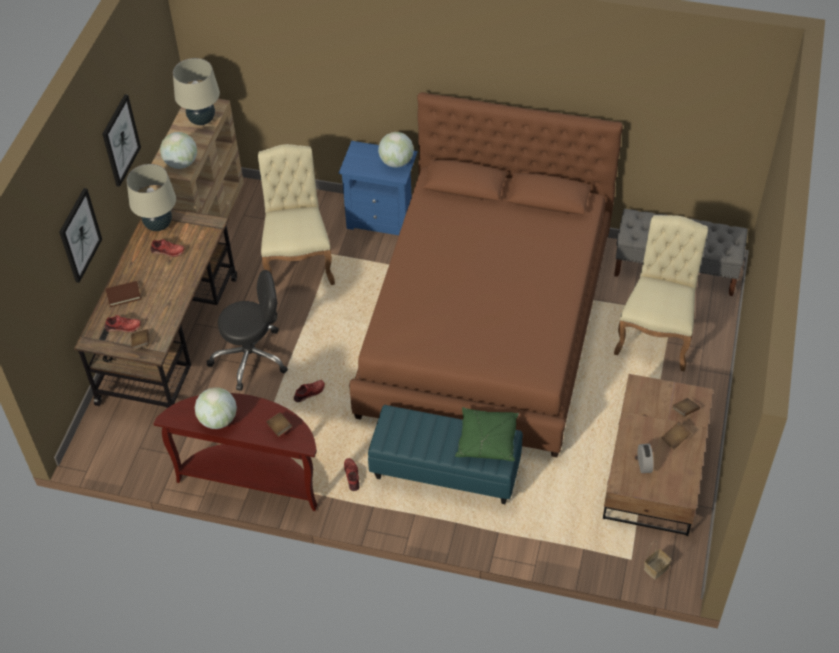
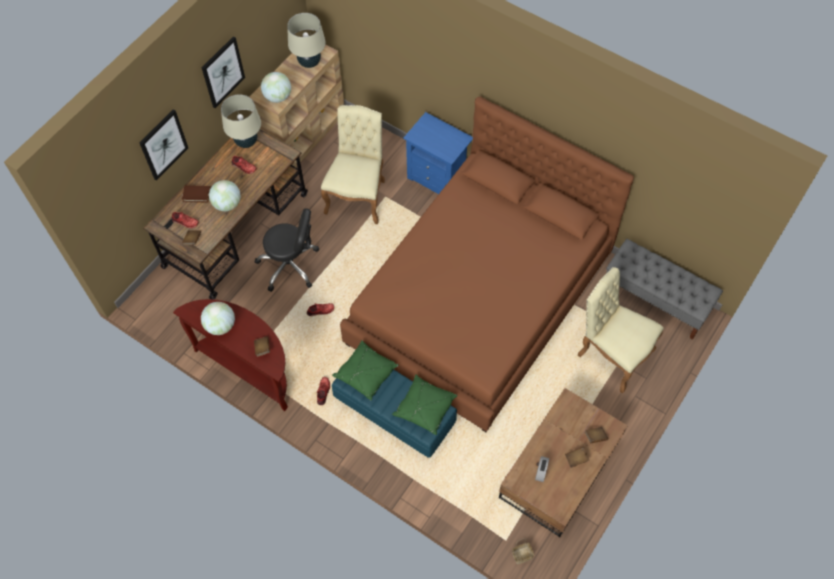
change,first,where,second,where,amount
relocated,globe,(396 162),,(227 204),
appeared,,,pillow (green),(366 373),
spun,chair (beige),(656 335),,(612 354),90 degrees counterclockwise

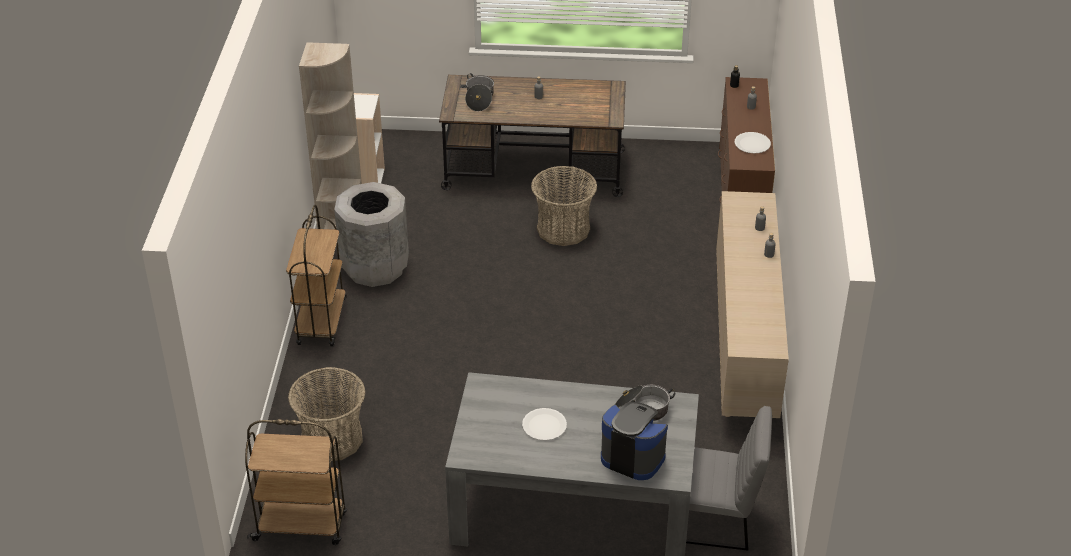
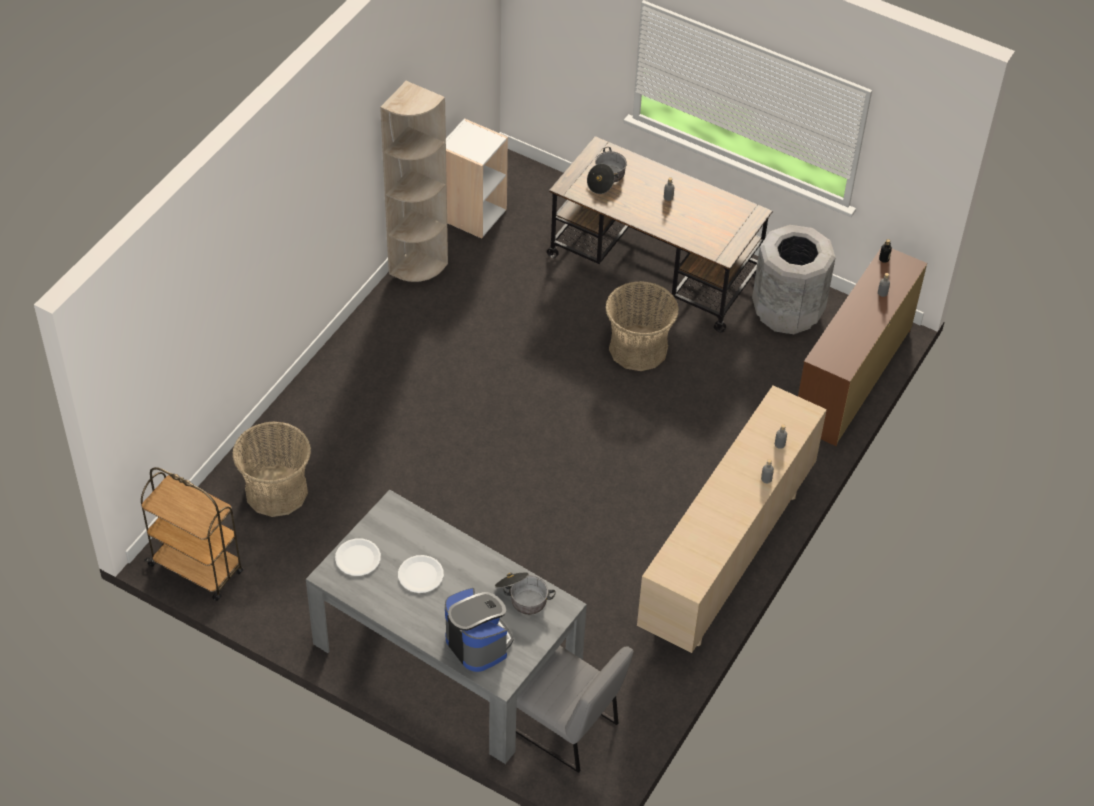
change,first,where,second,where,amount
relocated,plate (white),(752 144),,(358 558),
relocated,trash can (grey),(375 267),,(787 311),
missing,cart (brown),(321 322),,,

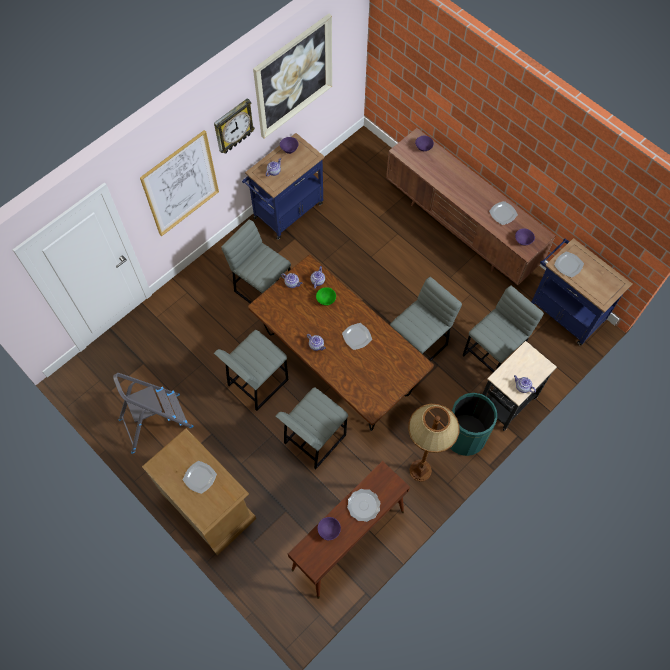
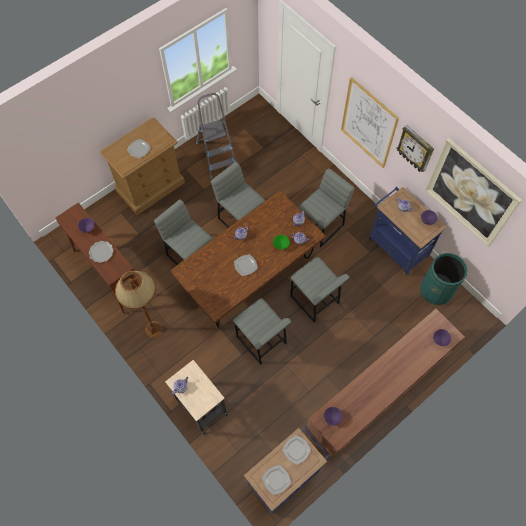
change,first,where,second,where,amount
relocated,plate,(503 214),,(276 480),
relocated,chair (grey),(493 353),,(315 300),
relocated,trash can (green),(464 436),,(436 290),

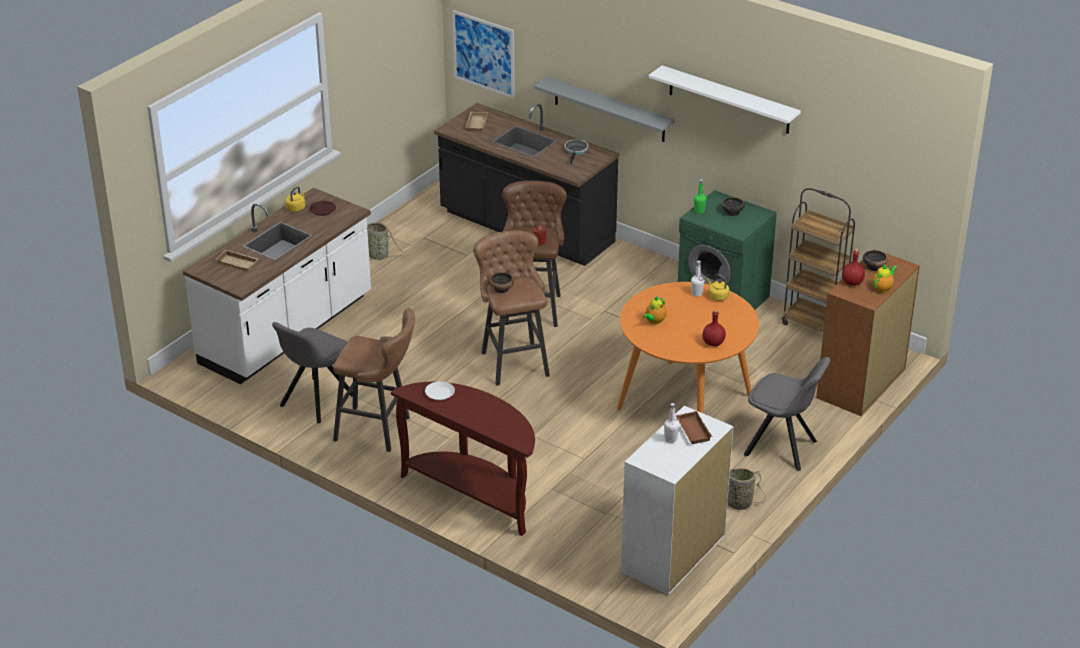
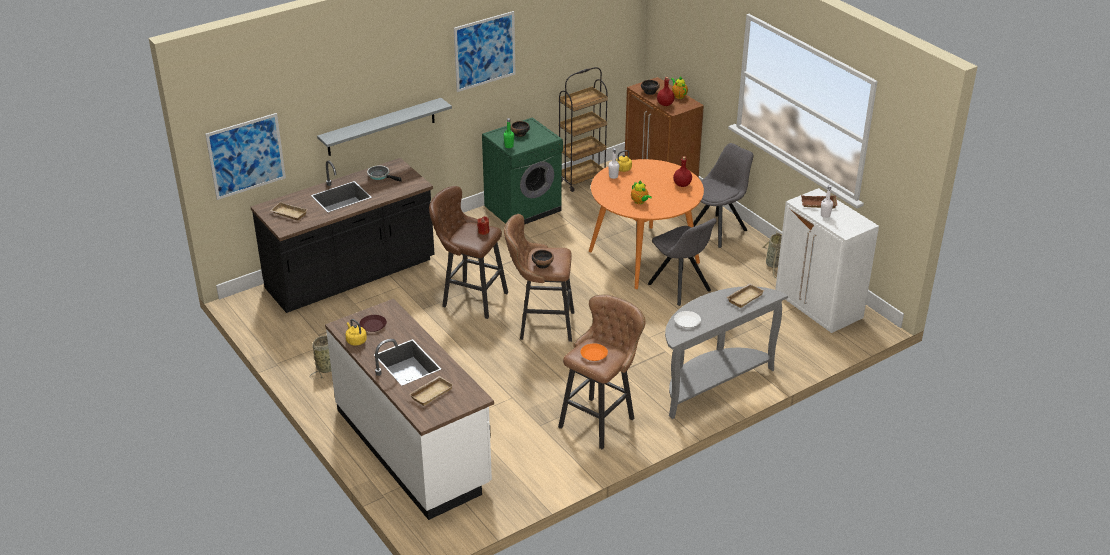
change,first,where,second,where,amount
exchanged,shelf (white),(729 100),picture,(484 51),
appeared,,,plate (orange),(593 354),
relocated,chair (grey),(316 400),,(680 287),
colour,console table (brown),(474 494),console table (grey),(712 383),
appeared,,,tray (beige),(744 297),

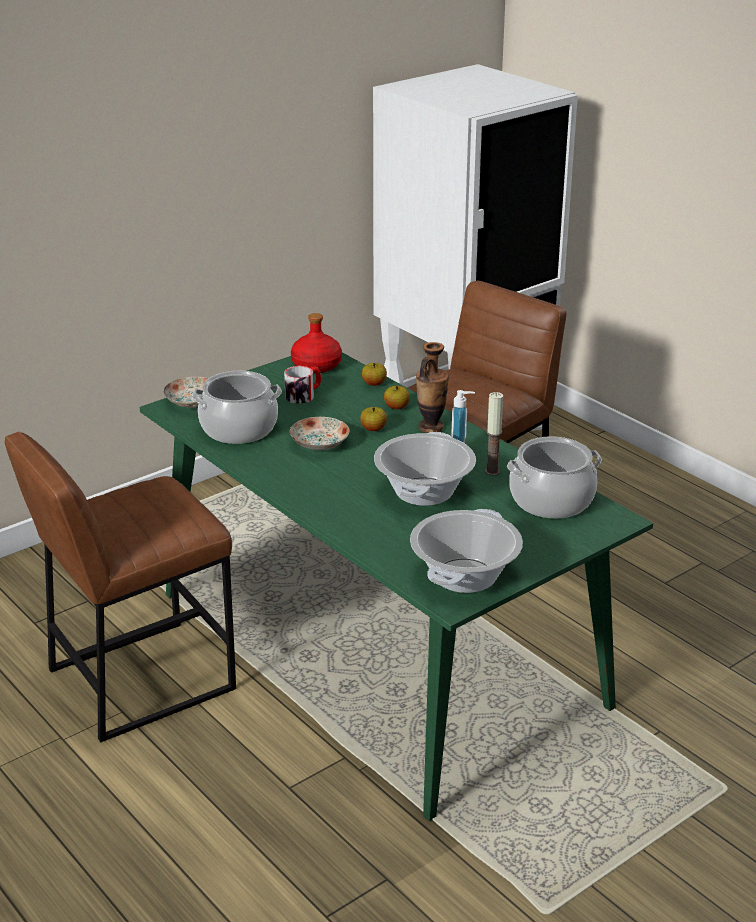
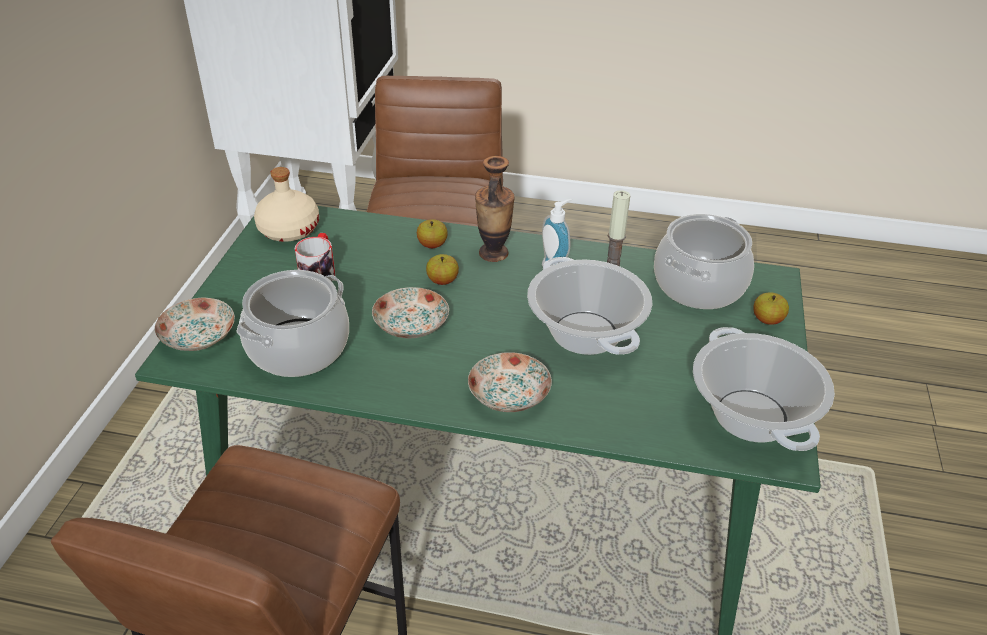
change,first,where,second,where,amount
colour,bottle (red),(316 365),bottle (beige),(288 229),
appeared,,,plate,(508 395),
relocated,apple,(374 384),,(767 320),

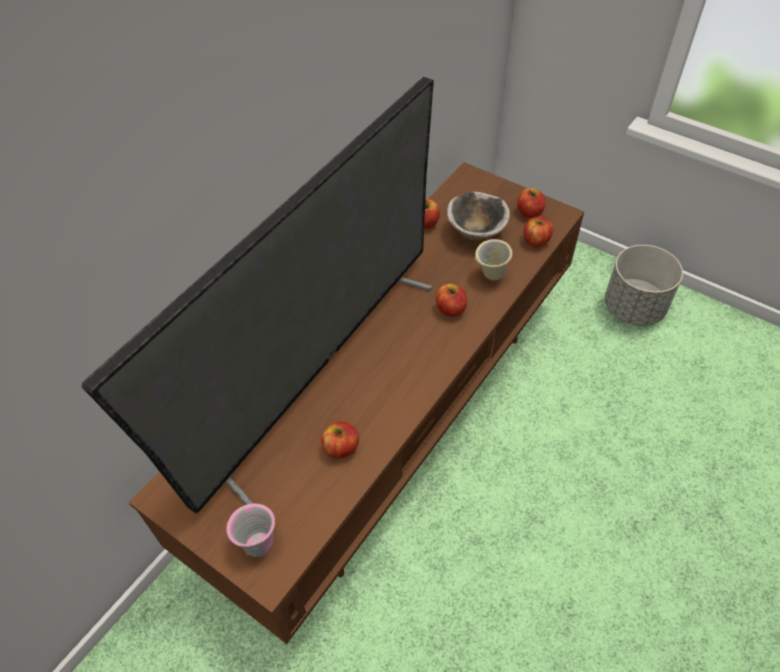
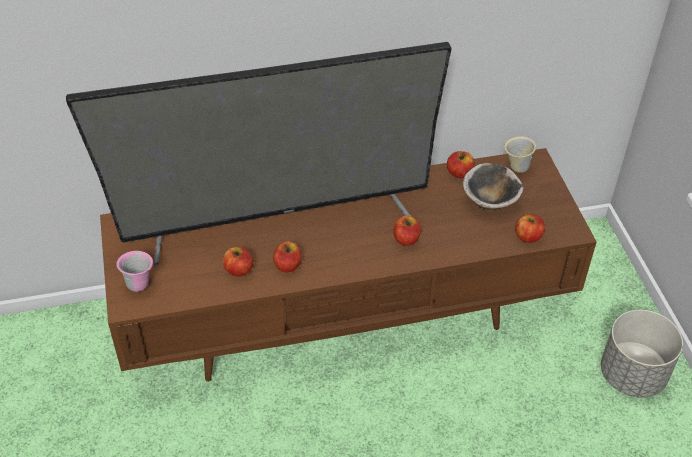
change,first,where,second,where,amount
relocated,apple,(529 212),,(288 265),
relocated,mug (beige),(490 276),,(516 168),

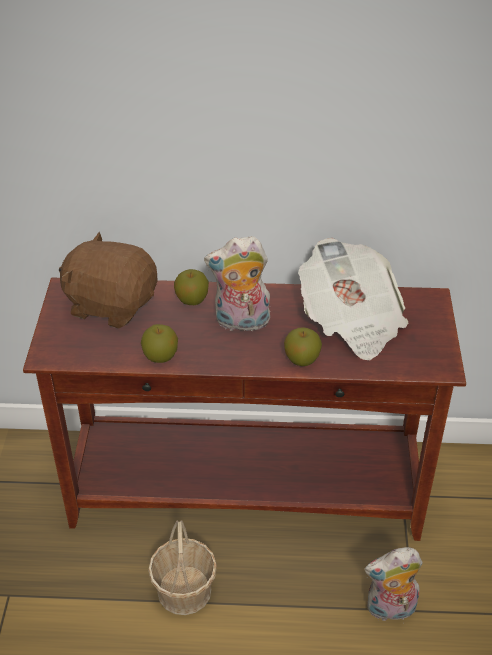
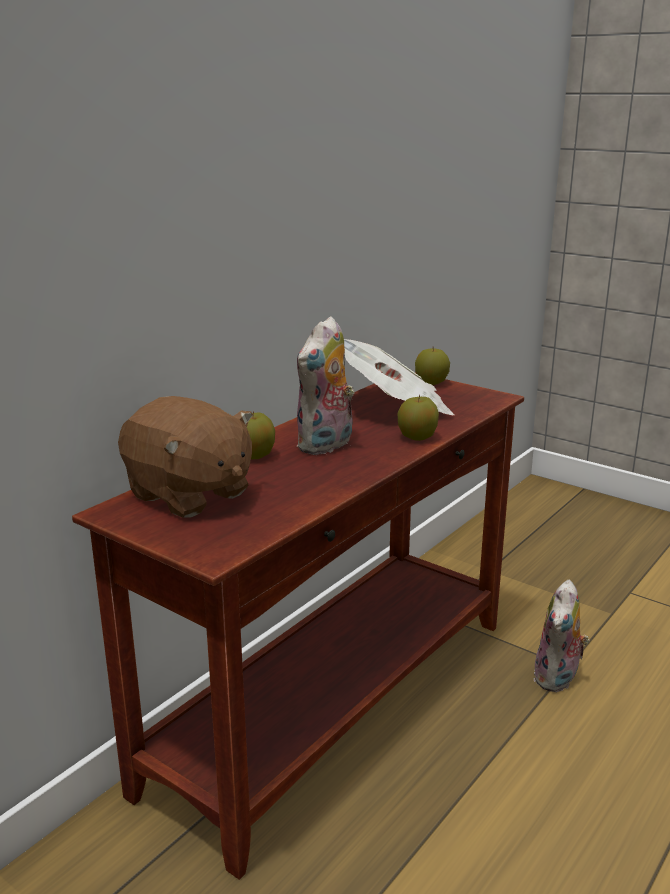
change,first,where,second,where,amount
spun,plush toy (brown),(111 304),,(189 494),105 degrees counterclockwise
relocated,apple,(160 356),,(431 383),
missing,basket,(184 590),,,

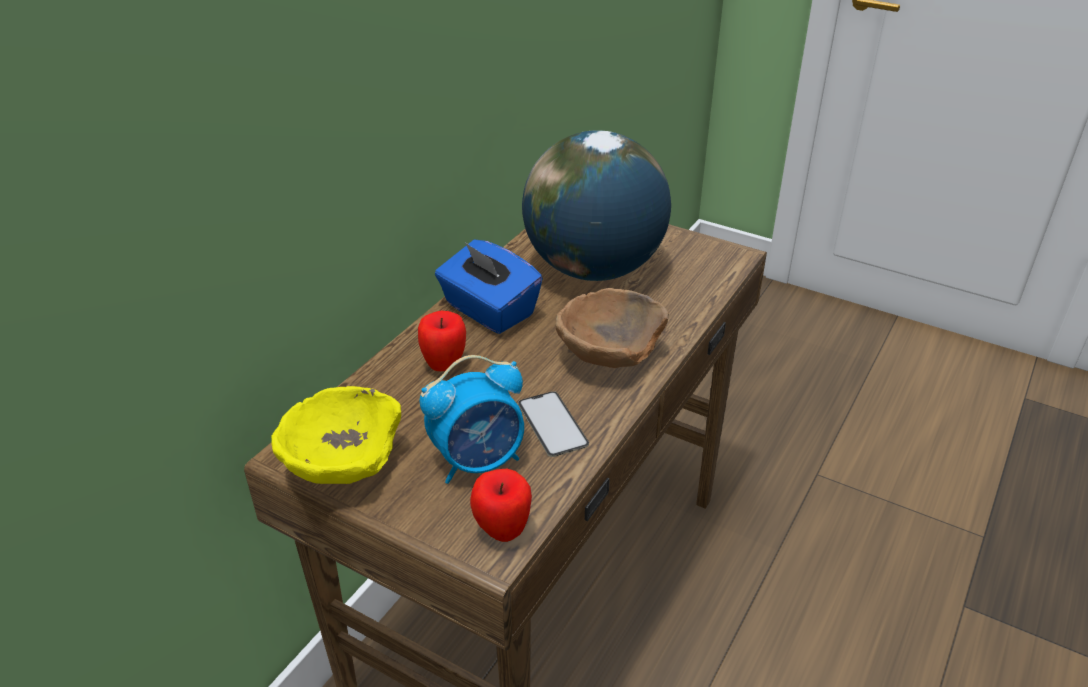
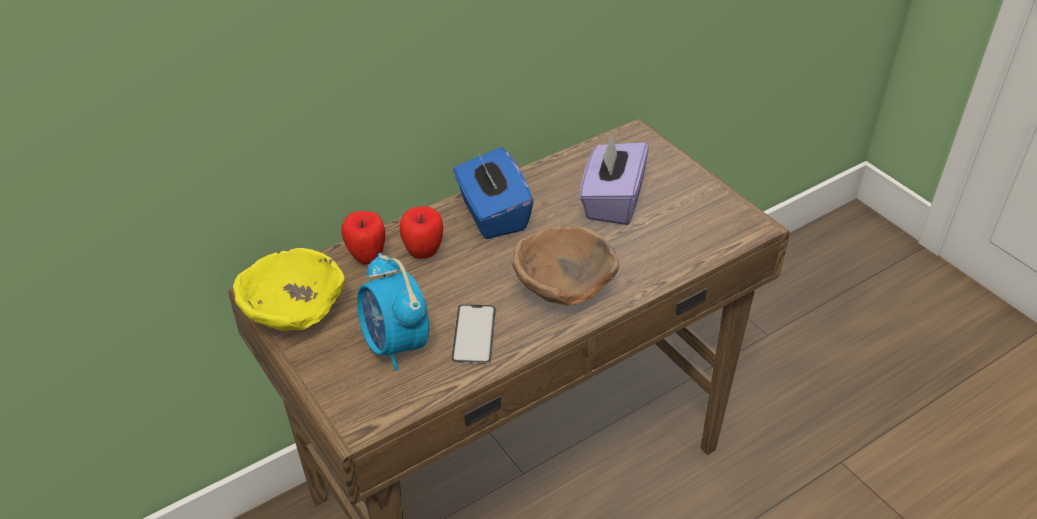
change,first,where,second,where,amount
relocated,apple,(502 532),,(367 258),
spun,alarm clock,(479 461),,(395 345),60 degrees clockwise
exchanged,globe,(595 268),tissue box (purple),(612 201),

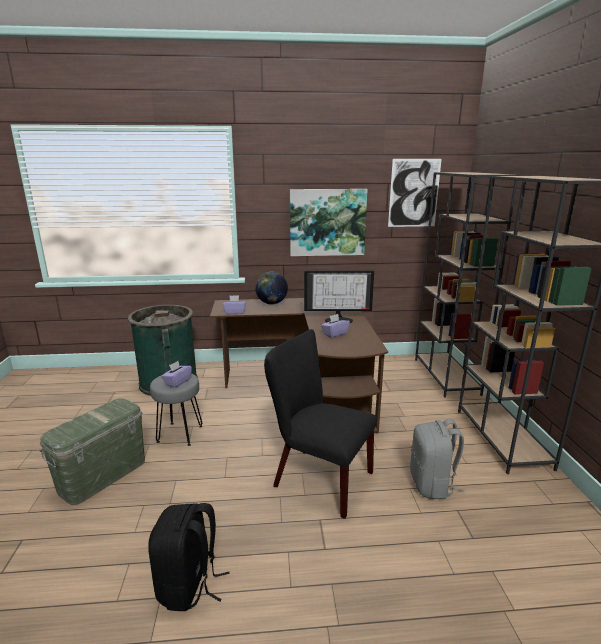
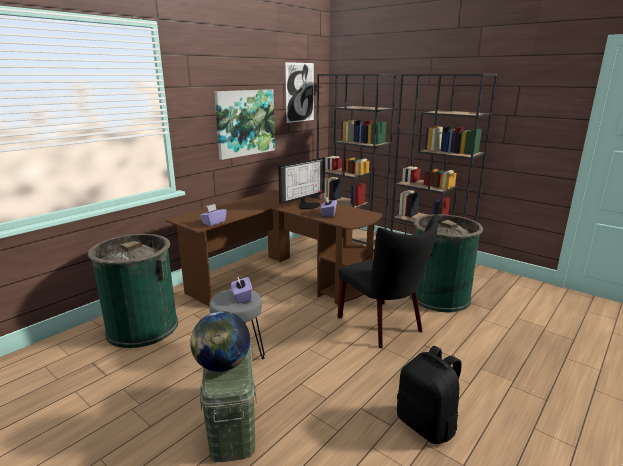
change,first,where,second,where,amount
relocated,globe,(271 303),,(222 365),
spun,chair (black),(317 478),,(383 326),105 degrees counterclockwise
exchanged,backpack (grey),(432 485),trash can (green),(439 296),

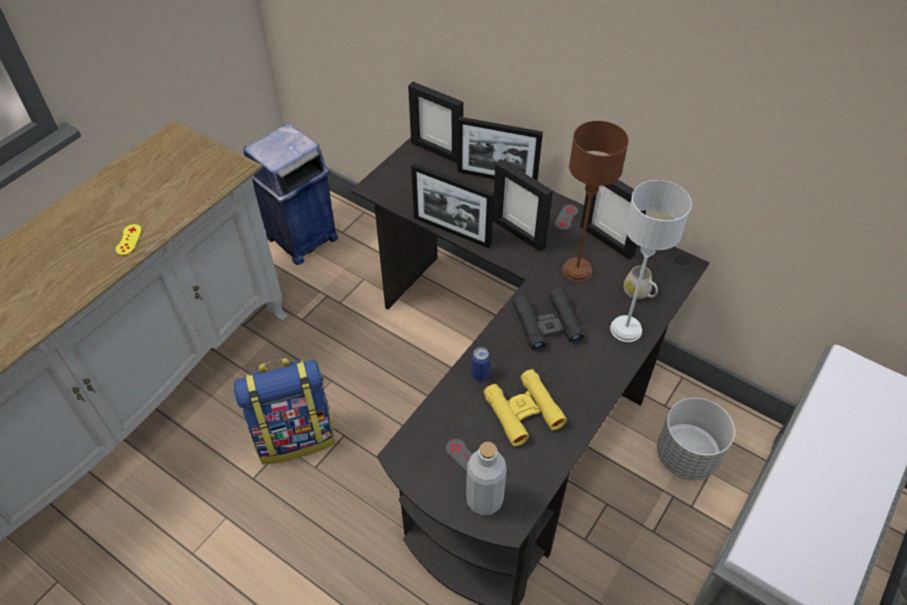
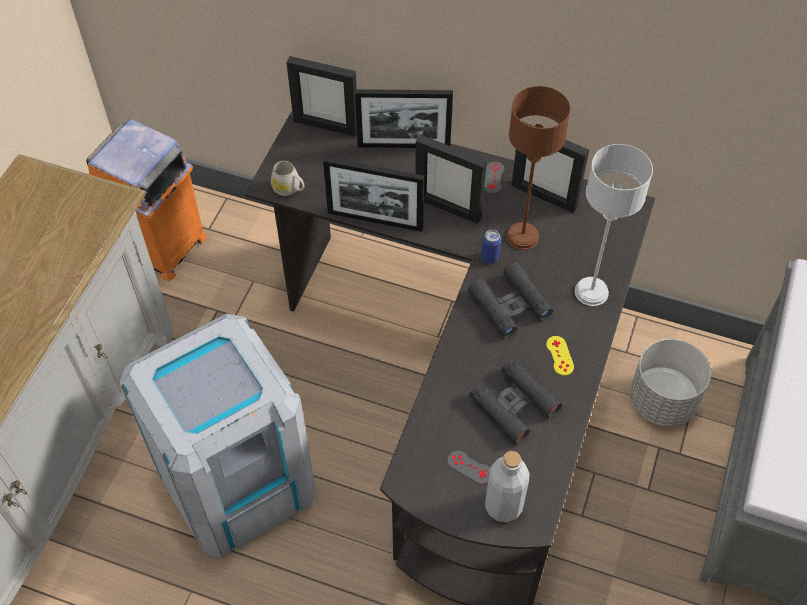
change,first,where,second,where,amount
colour,trash can (blue),(301 239),trash can (orange),(162 248),
exchanged,backpack,(295 435),trash can (grey),(237 482),
relocated,mug (white),(639 293),,(289 189),
colour,binoculars (yellow),(523 411),binoculars (black),(514 405),
relocated,can,(480 374),,(490 258),
relocated,game controller (yellow),(129 240),,(559 355),

